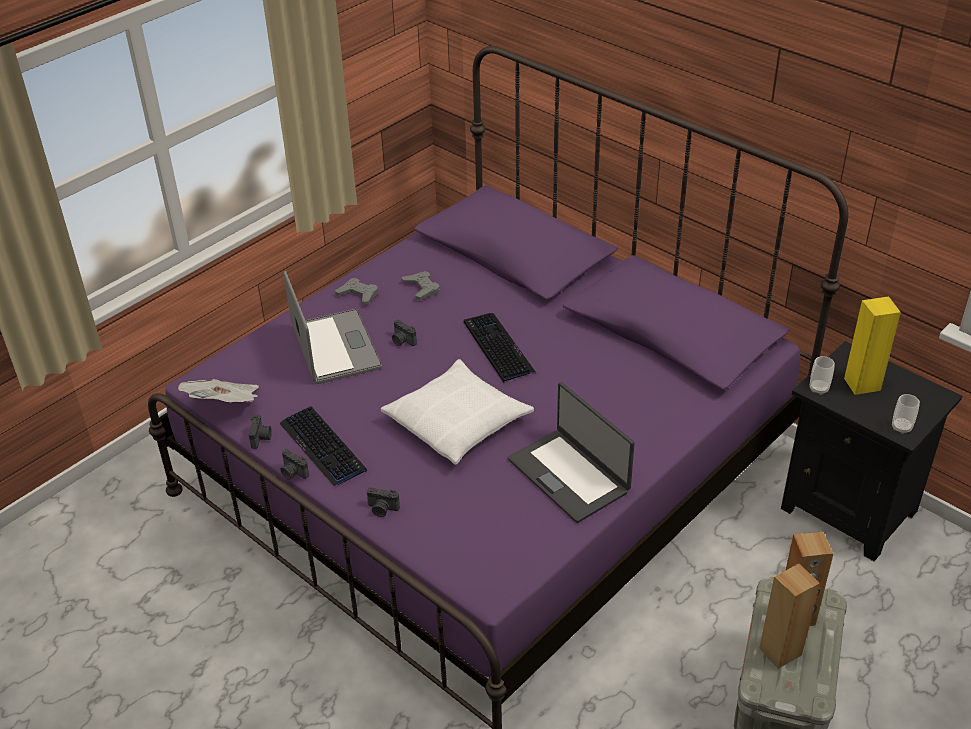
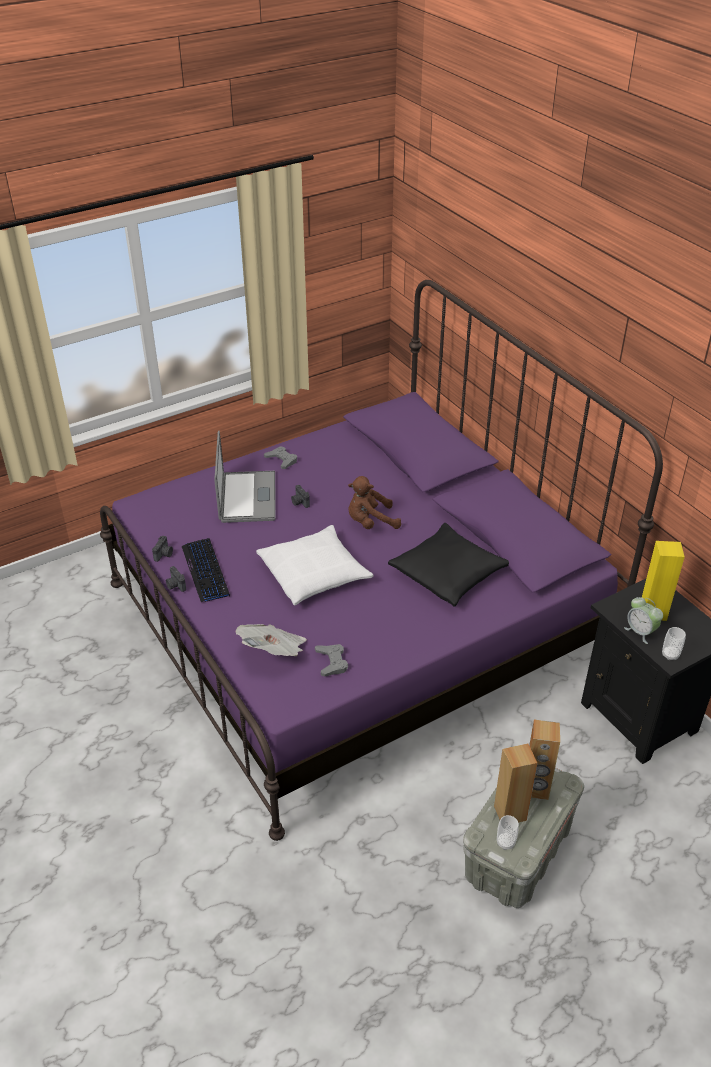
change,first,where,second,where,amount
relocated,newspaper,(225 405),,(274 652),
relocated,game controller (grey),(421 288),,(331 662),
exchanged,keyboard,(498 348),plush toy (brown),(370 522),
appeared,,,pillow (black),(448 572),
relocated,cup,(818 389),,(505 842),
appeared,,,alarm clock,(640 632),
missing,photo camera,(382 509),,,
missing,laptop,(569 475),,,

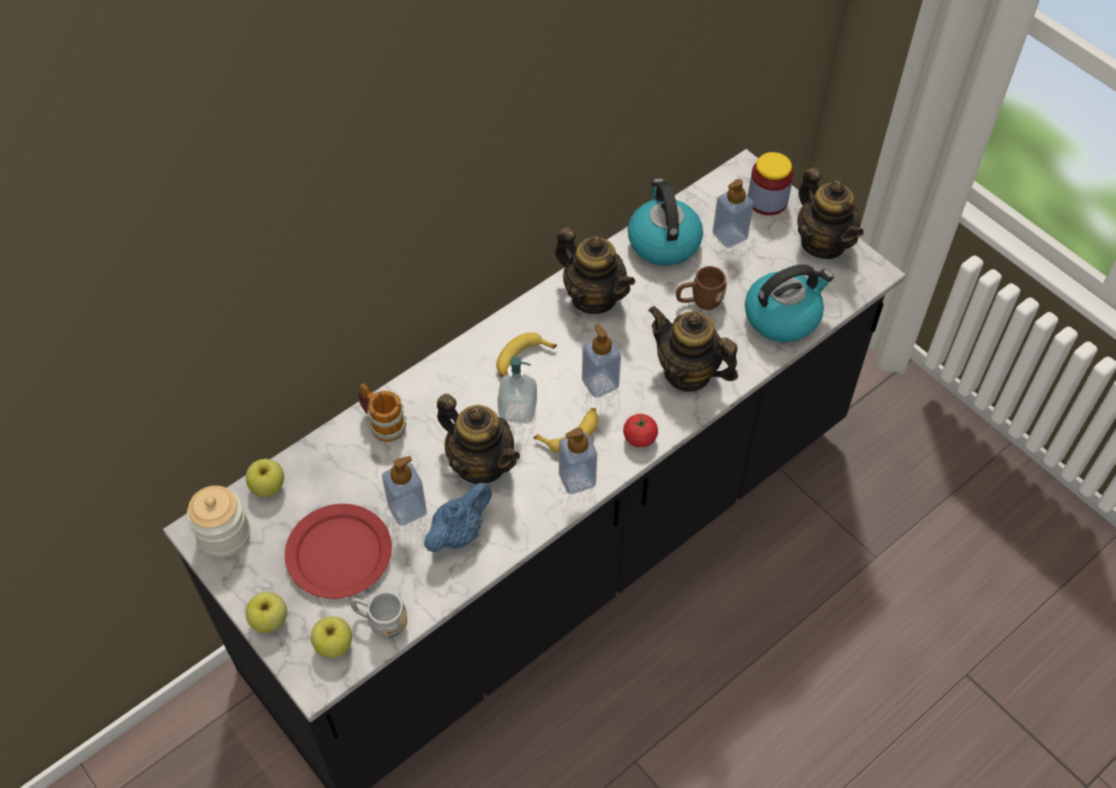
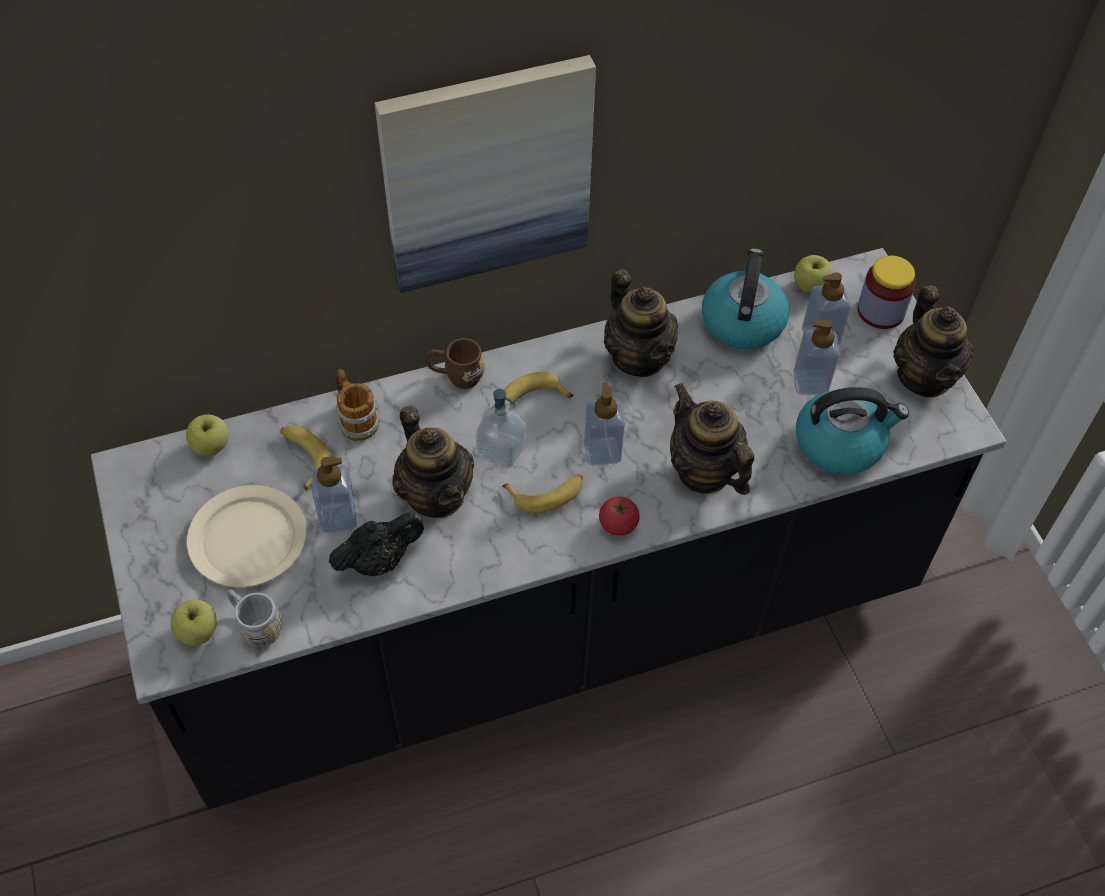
change,first,where,second,where,amount
colour,plate (red),(339 552),plate (beige),(248 538),
appeared,,,banana,(304 457),
colour,teapot (blue),(459 533),teapot (black),(379 560),
appeared,,,picture,(487 174),
relocated,mug (brown),(699 301),,(456 376),
relocated,soap dispenser,(577 479),,(810 382),
relocated,apple,(270 620),,(810 286),
missing,jar,(224 535),,,

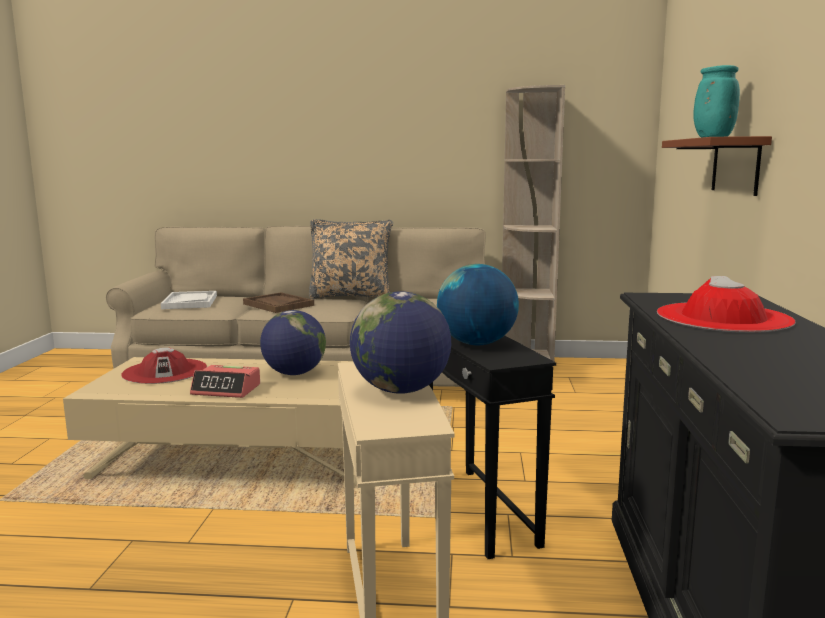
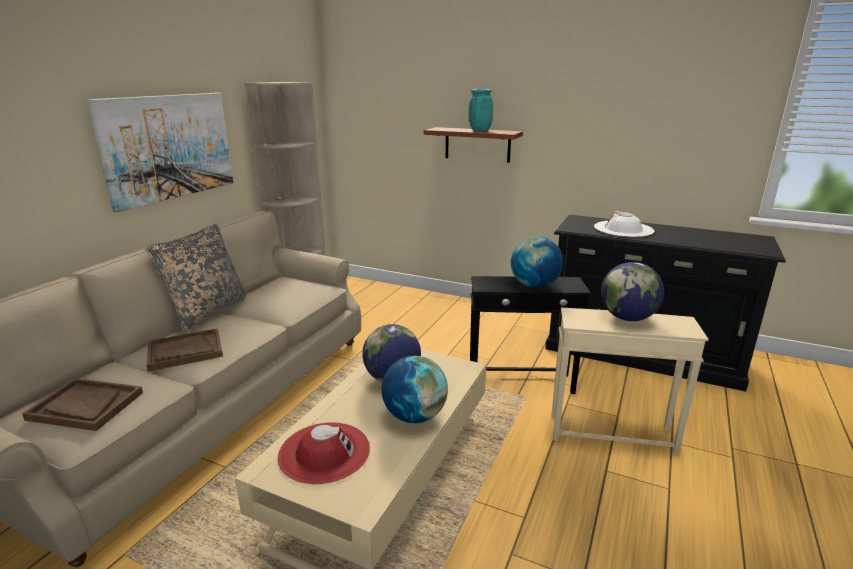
change,first,where,second,where,amount
colour,tray (white),(190 302),tray (brown),(85 406),
appeared,,,picture,(168 147),
exchanged,alarm clock,(226 390),globe,(414 416),
colour,hat (red),(723 318),hat (white),(623 229),

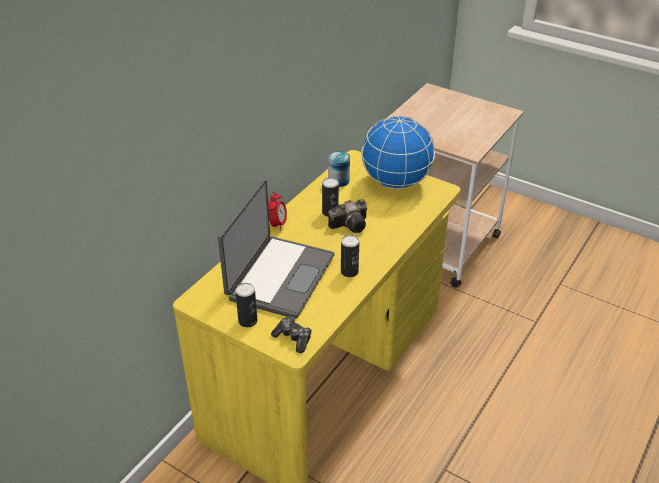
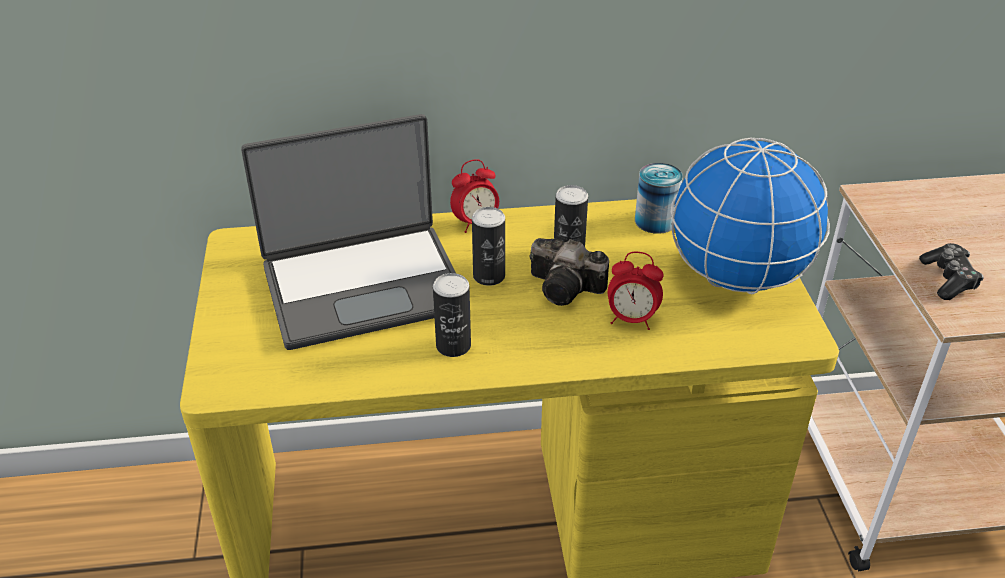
change,first,where,second,where,amount
relocated,can,(248 321),,(489 276),
appeared,,,alarm clock,(631 319),
relocated,game controller,(293 338),,(948 279),

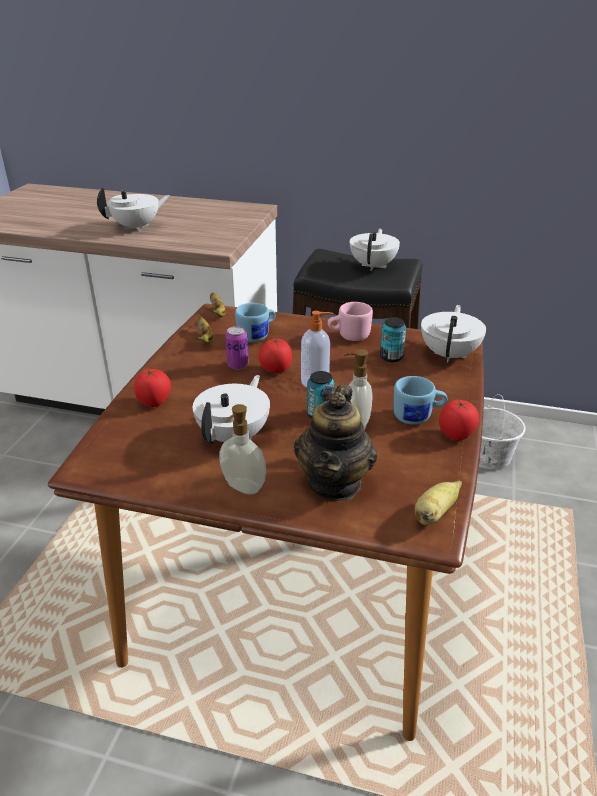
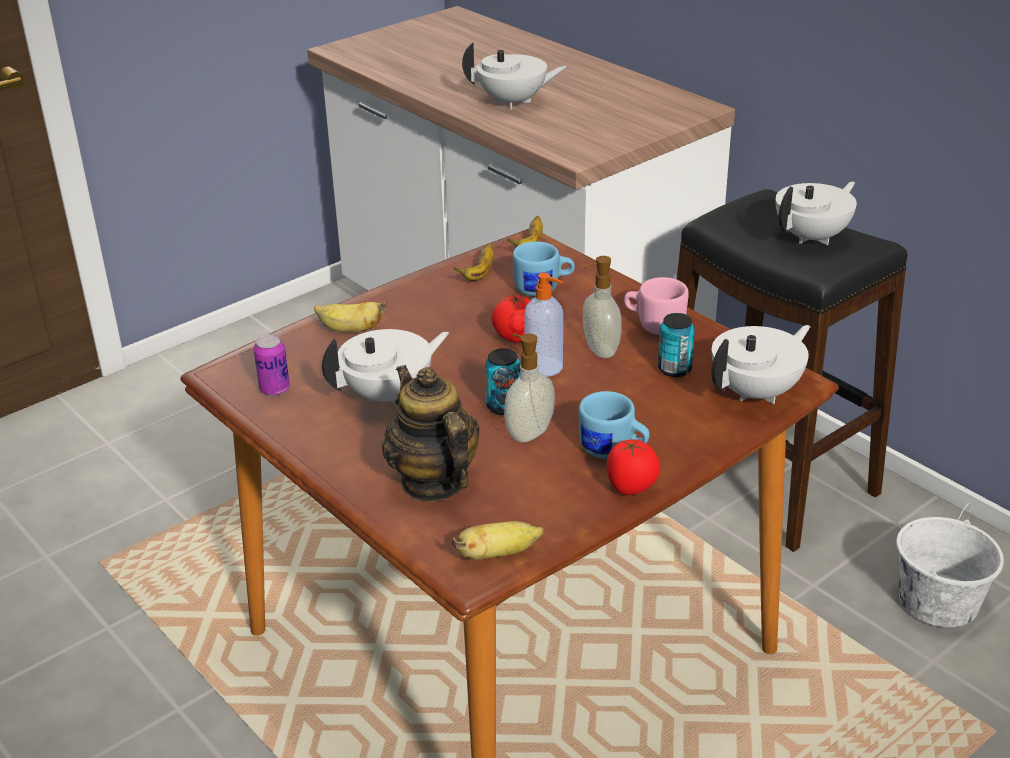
change,first,where,second,where,amount
relocated,can,(238 365),,(274 389),
exchanged,tomato,(154 402),banana,(350 330),
spun,teapot,(335 483),,(433 482),105 degrees clockwise
relocated,soap dispenser,(242 487),,(599 350),

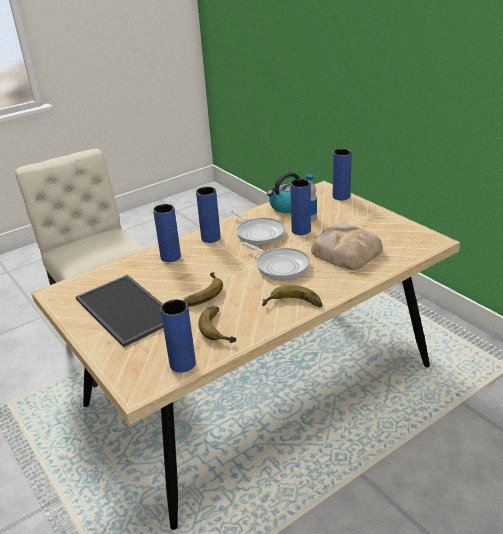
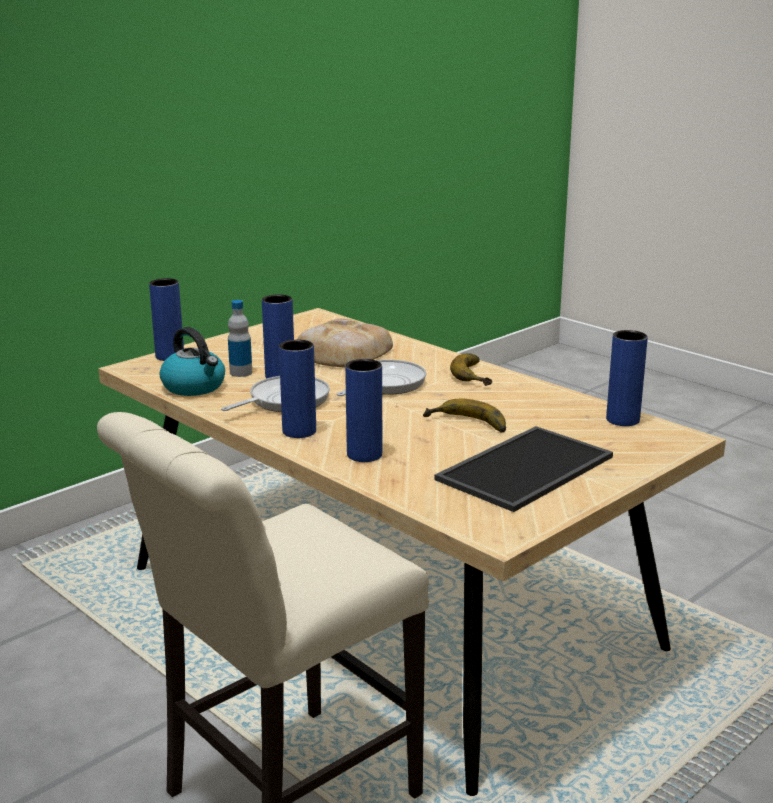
change,first,where,second,where,amount
missing,banana,(221 327),,,

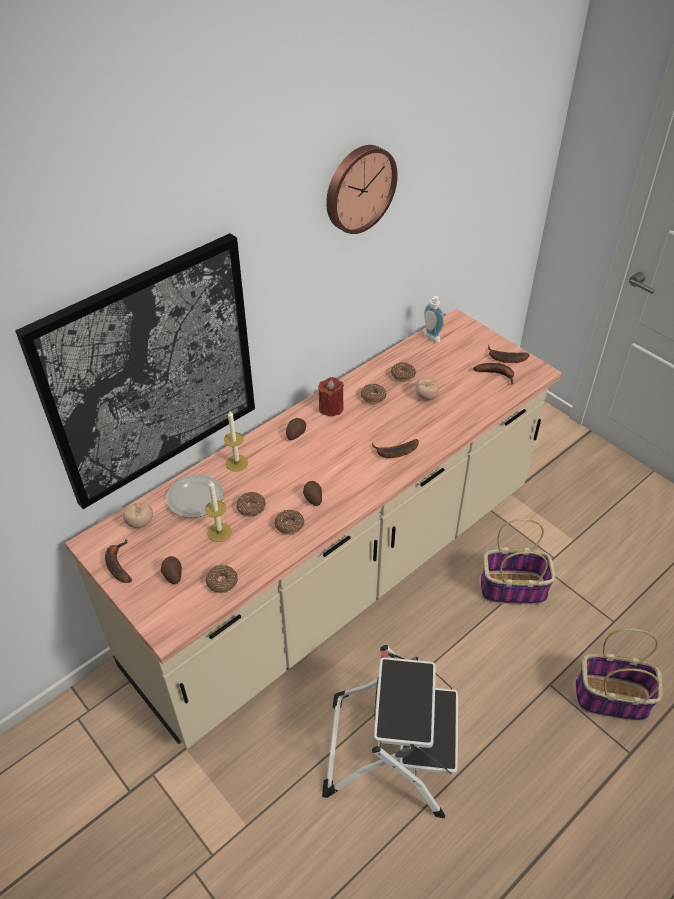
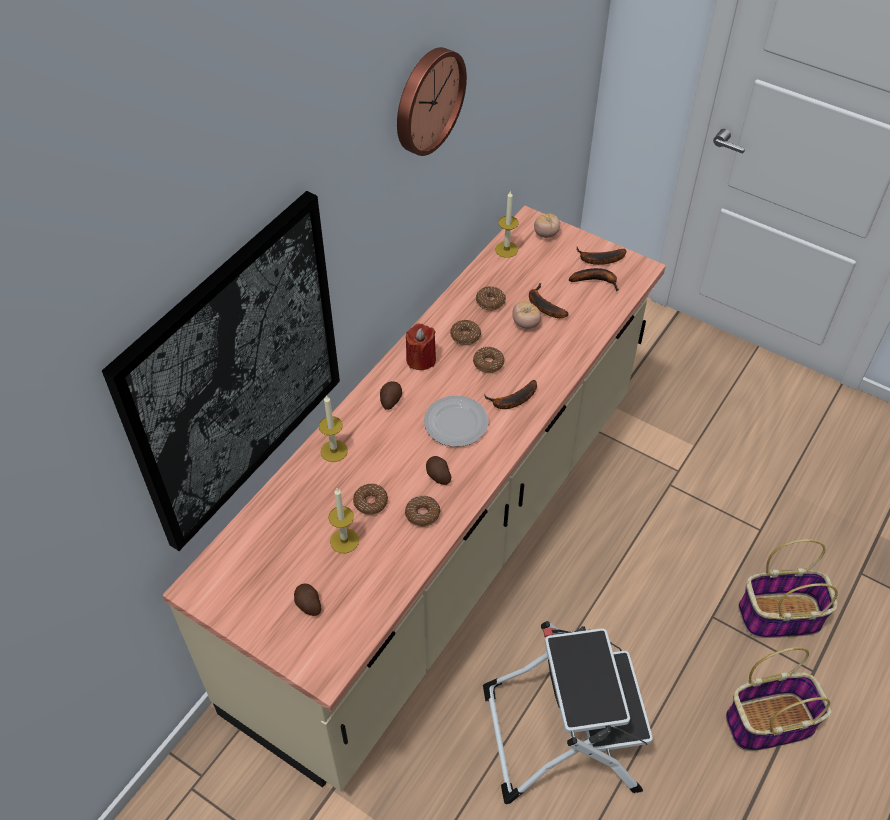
change,first,where,second,where,amount
relocated,plate,(195 499),,(456 424),
relocated,donut,(222 582),,(488 363),
exchanged,soap dispenser,(430 338),candle,(506 249),
relocated,banana,(117 564),,(543 306),
relocated,tomato,(140 522),,(546 234),
relocated,basket,(514 588),,(770 722),

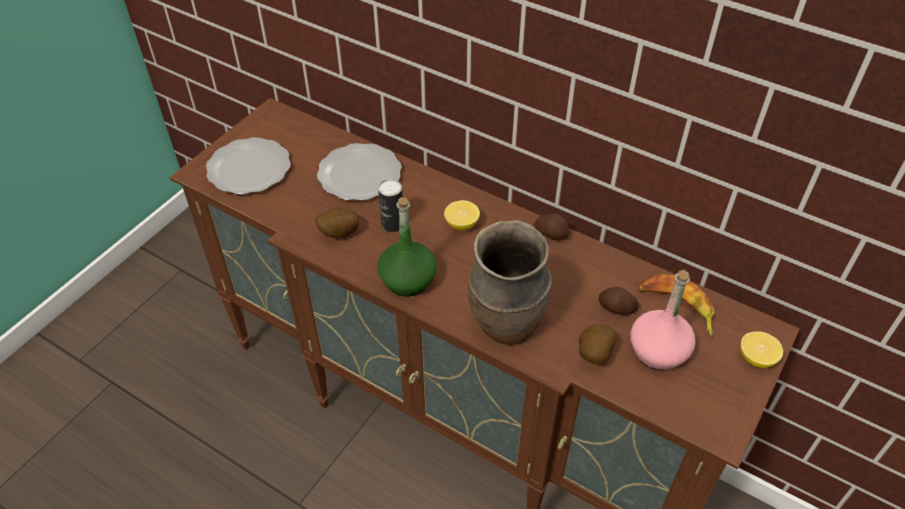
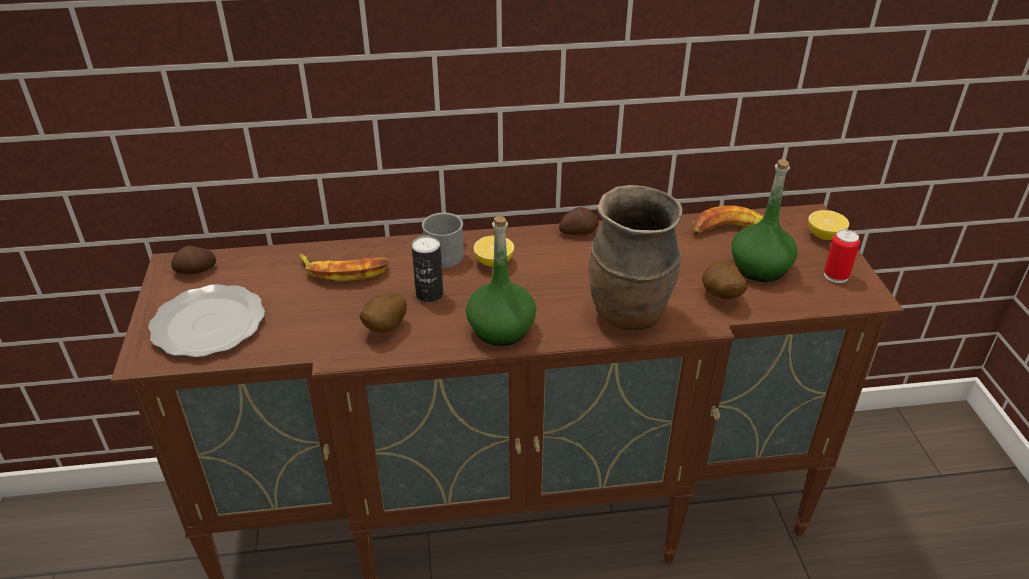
change,first,where,second,where,amount
relocated,potato,(616 308),,(196 270),
exchanged,plate,(361 174),banana,(344 271),
appeared,,,mug (grey),(447 253),
colour,bottle (pink),(658 351),bottle (green),(760 268),
appeared,,,can,(836 275),

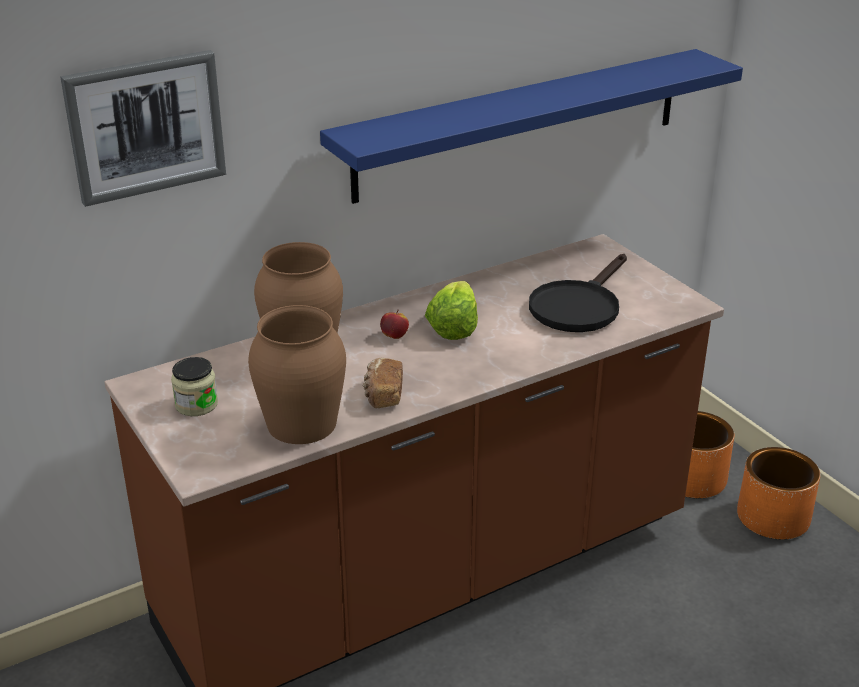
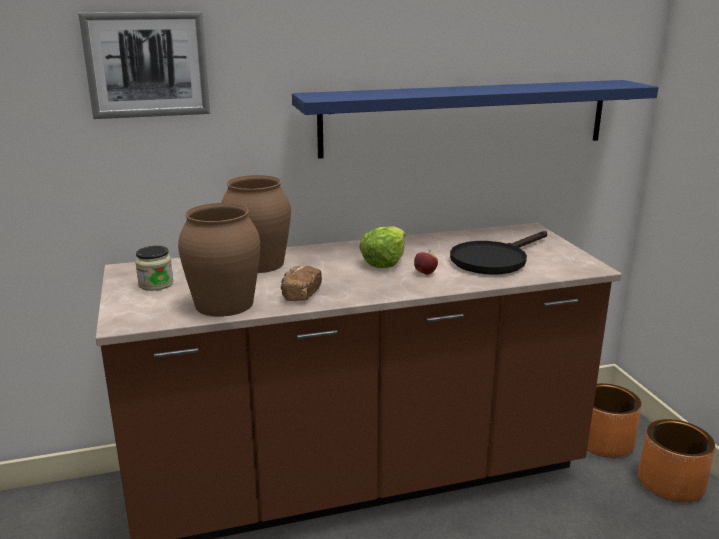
change,first,where,second,where,amount
relocated,apple,(394 336),,(425 273),

